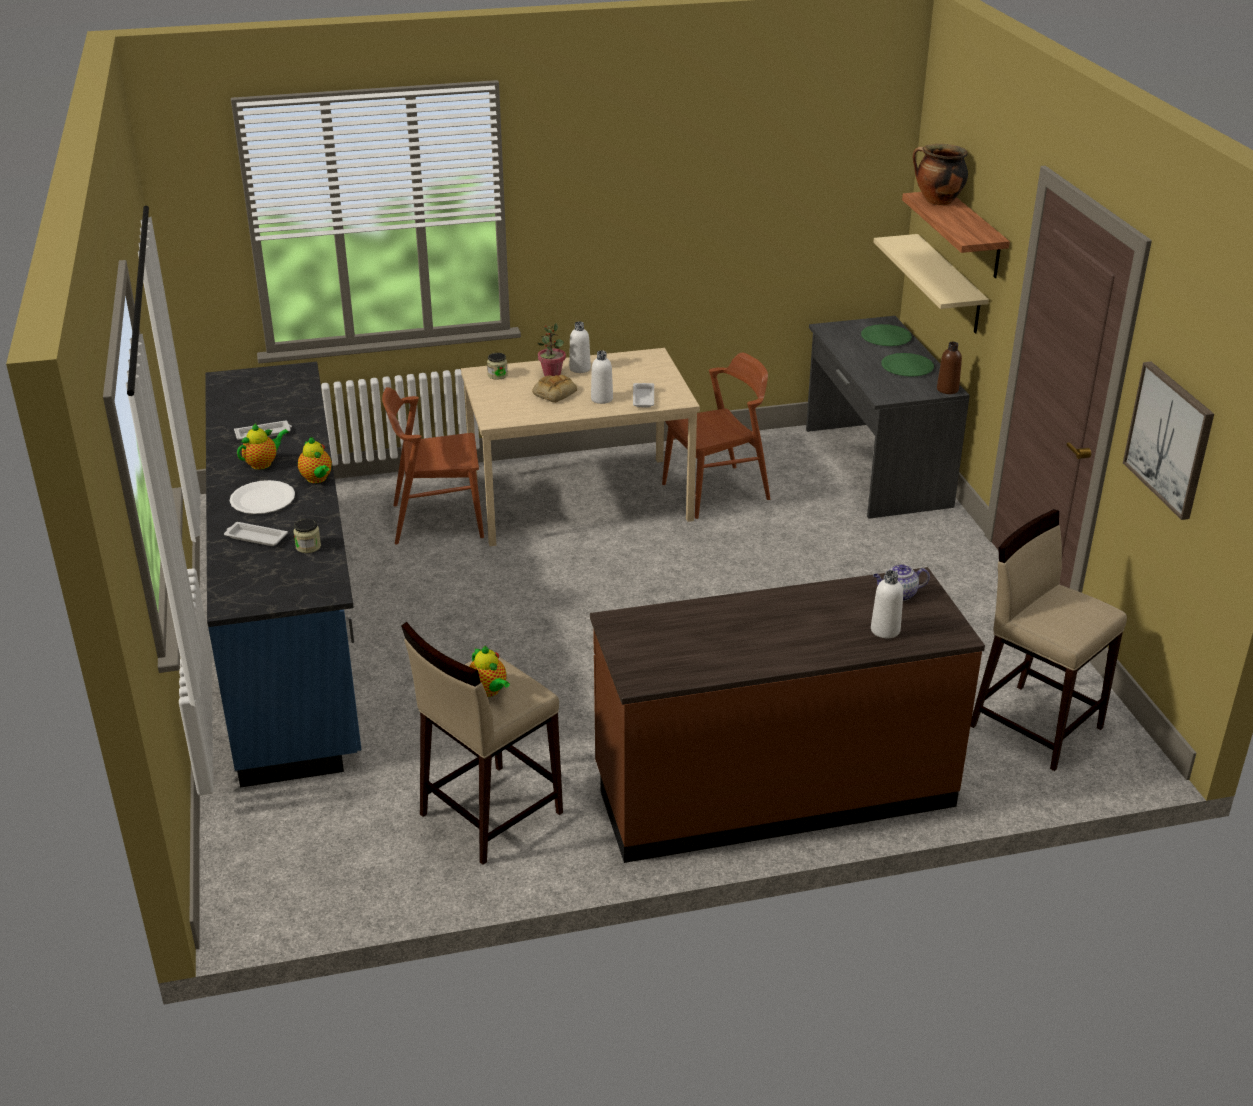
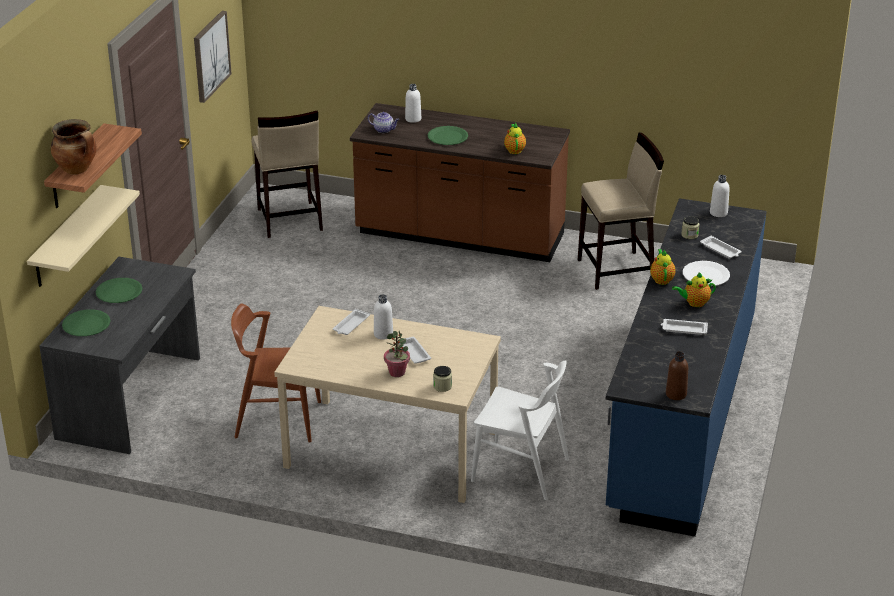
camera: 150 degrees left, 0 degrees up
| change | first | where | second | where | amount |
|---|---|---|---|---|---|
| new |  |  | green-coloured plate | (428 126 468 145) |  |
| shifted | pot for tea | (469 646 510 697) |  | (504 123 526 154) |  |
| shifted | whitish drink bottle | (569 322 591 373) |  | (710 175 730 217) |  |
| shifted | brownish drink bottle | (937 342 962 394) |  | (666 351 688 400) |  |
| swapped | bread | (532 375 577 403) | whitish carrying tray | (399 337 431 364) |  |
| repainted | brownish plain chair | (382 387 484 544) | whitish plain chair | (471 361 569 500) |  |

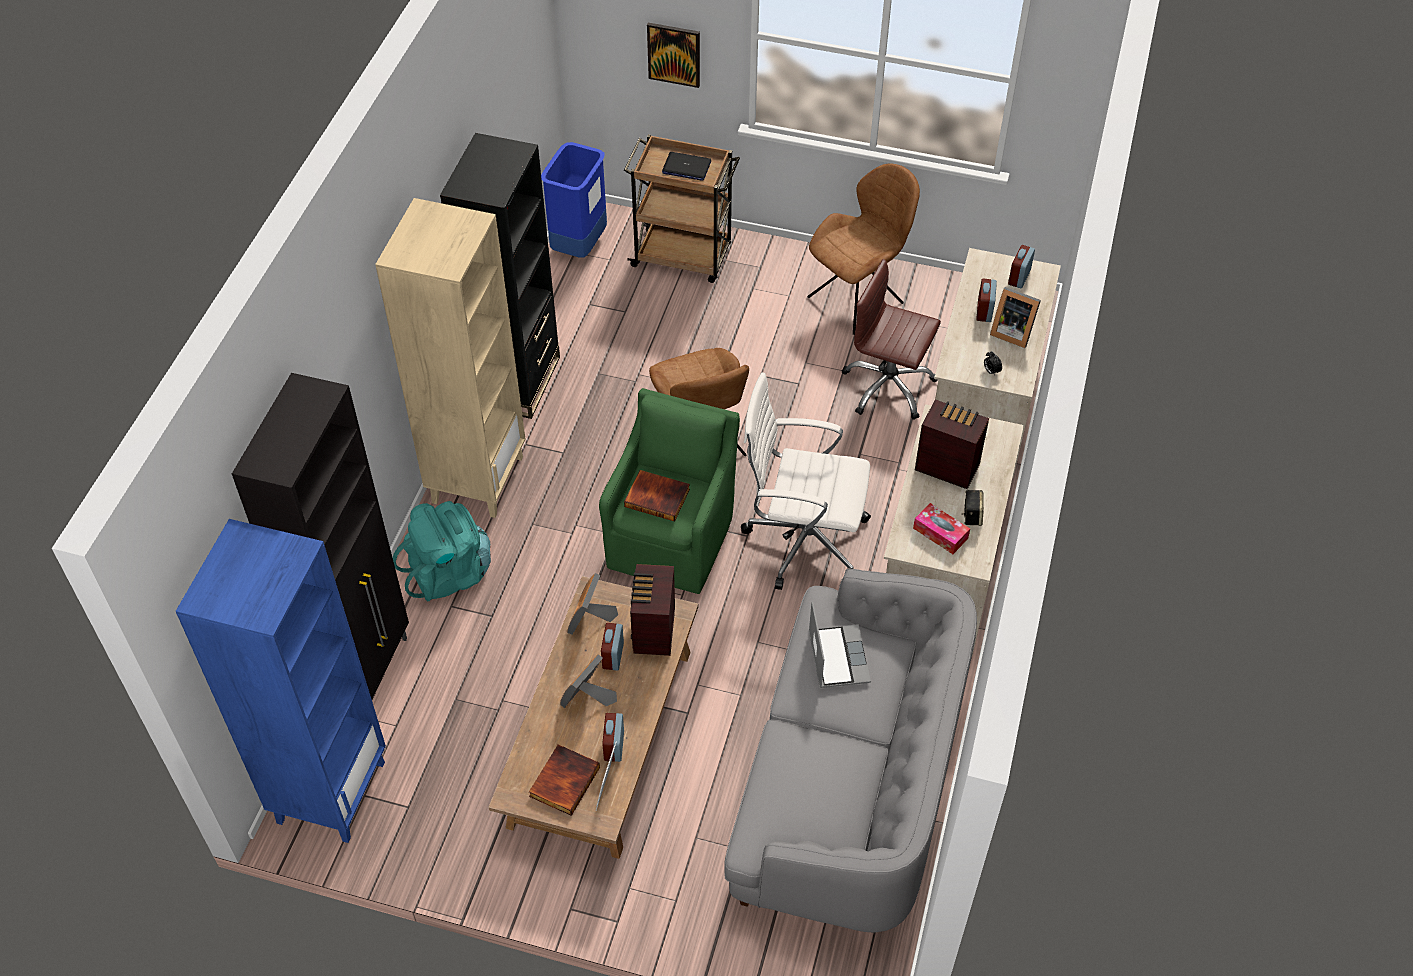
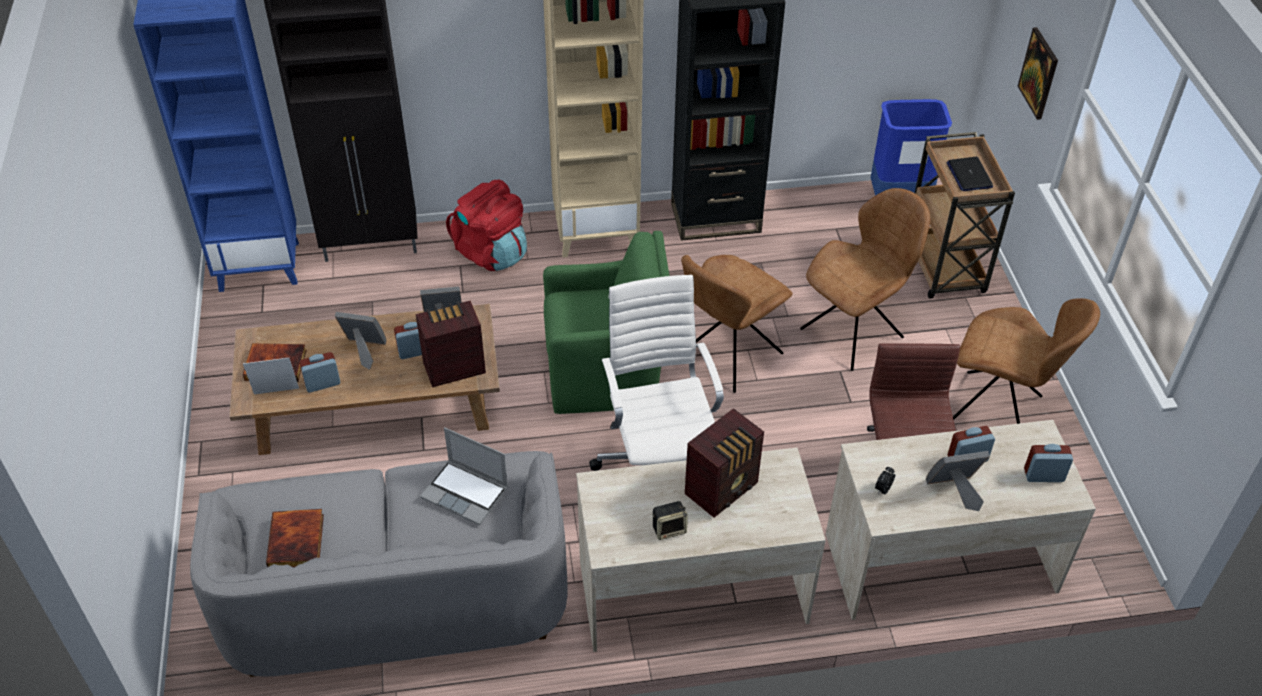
camera: 65 degrees right, 5 degrees down
| change | first | where | second | where | amount |
|---|---|---|---|---|---|
| gone | tissue box | (913 503 970 554) |  |  |  |
| new |  |  | brownish plain chair | (800 188 930 371) |  |
| shifted | bound book | (624 470 690 522) |  | (266 509 324 567) |  |
| repainted | turquoise knapsack | (393 501 491 601) | red knapsack | (446 180 527 271) |  |
| rotated | portable computer | (809 601 871 688) |  | (420 427 508 525) | 60 degrees clockwise |
| rotated | radio | (915 399 989 489) |  | (685 408 764 518) | 45 degrees clockwise |
| rotated | standing frame | (990 287 1041 348) |  | (926 451 990 511) | 75 degrees clockwise |

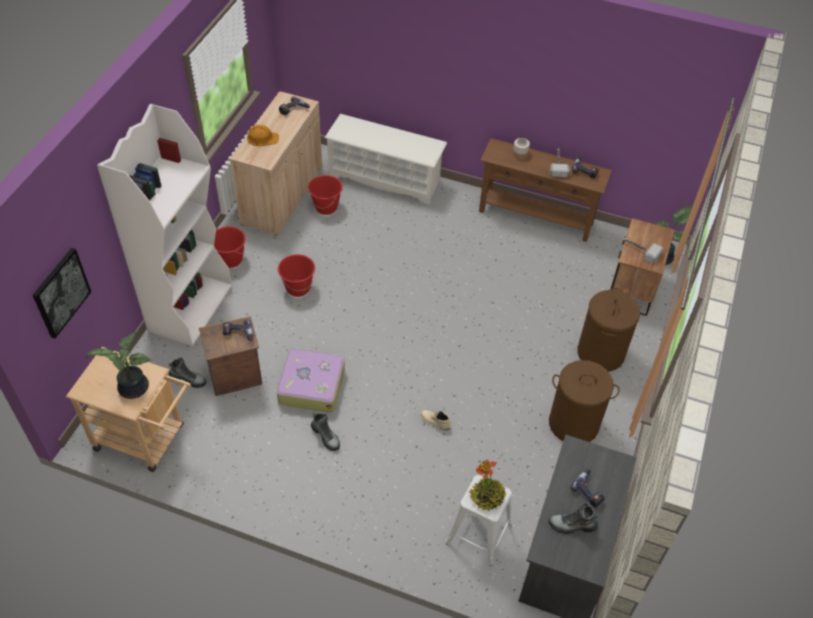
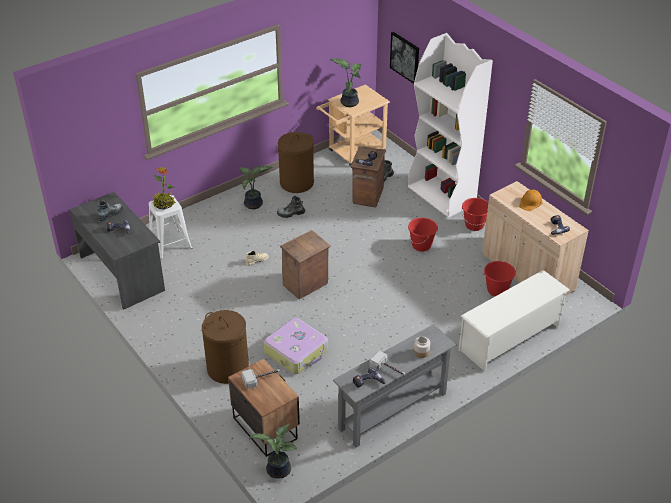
camera: 125 degrees right, 10 degrees down
| change | first | where | second | where | amount |
|---|---|---|---|---|---|
| new |  |  | plant in a pot | (239 166 273 209) |  |
| new |  |  | crate | (280 230 331 299) |  |
| shifted | piece of luggage | (277 348 345 413) |  | (263 318 328 374) |  |
| shifted | brownish washing basket | (549 360 620 442) |  | (278 132 314 193) |  |
| repainted | brownish console table | (479 138 612 242) | greyish console table | (333 324 456 448) |  |

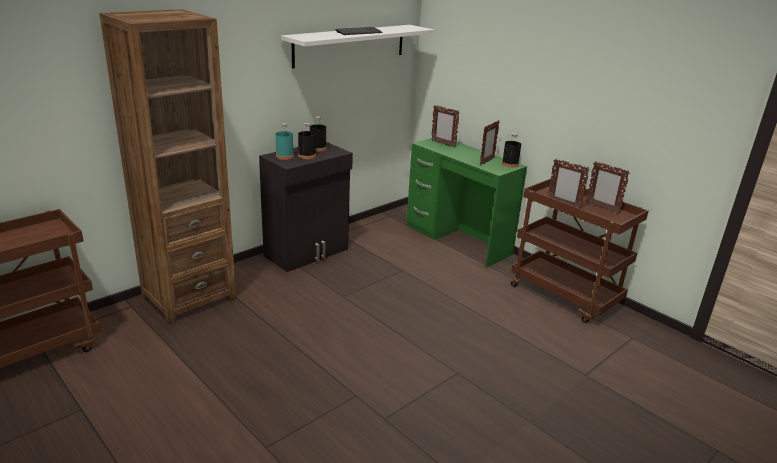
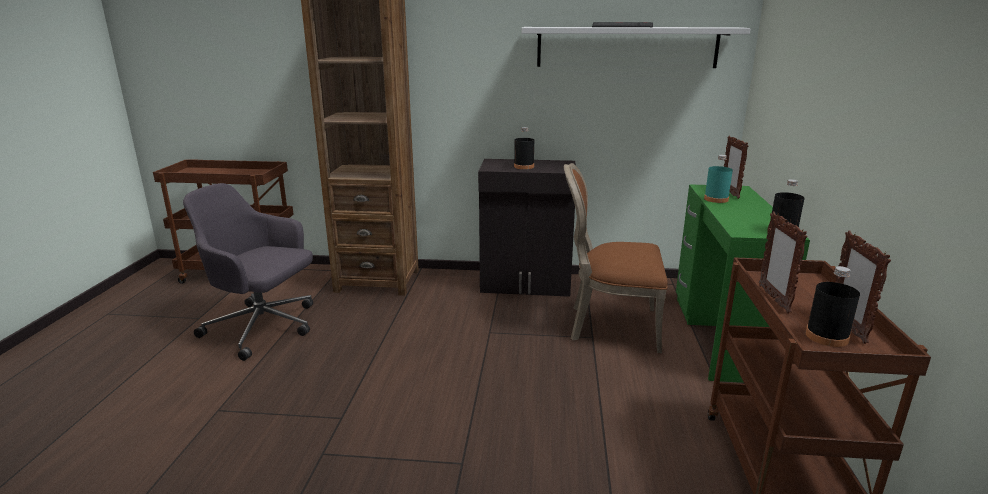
camera: 50 degrees right, 5 degrees down
| change | first | where | second | where | amount |
|---|---|---|---|---|---|
| gone | standing frame | (480 120 500 166) |  |  |  |
| new |  |  | greyish desk chair | (183 183 313 361) |  |
| new |  |  | brownish plain chair | (564 163 668 353) |  |
| shifted | turquoise drink bottle | (276 123 294 160) |  | (704 155 733 203) |  |
| shifted | black drink bottle | (310 116 326 151) |  | (805 266 860 347) |  |

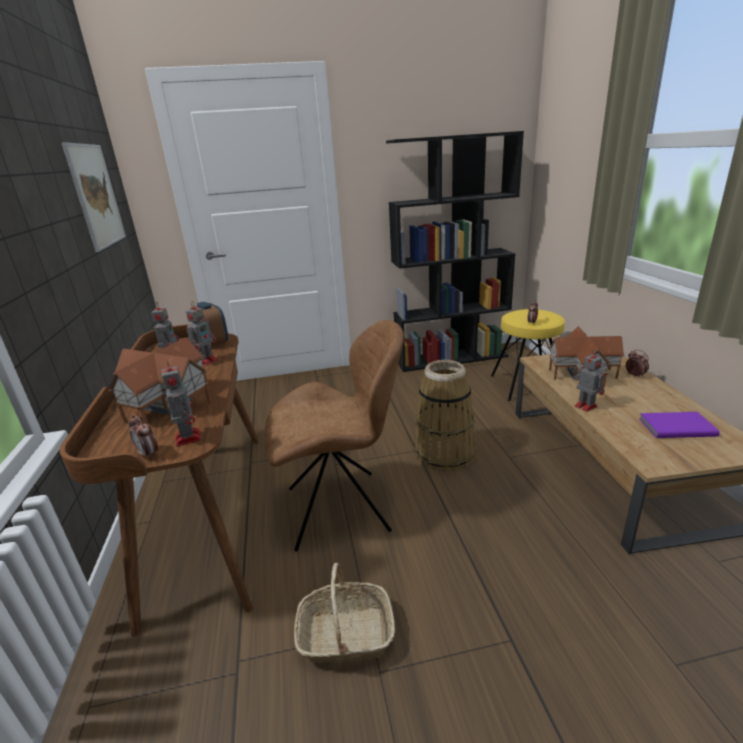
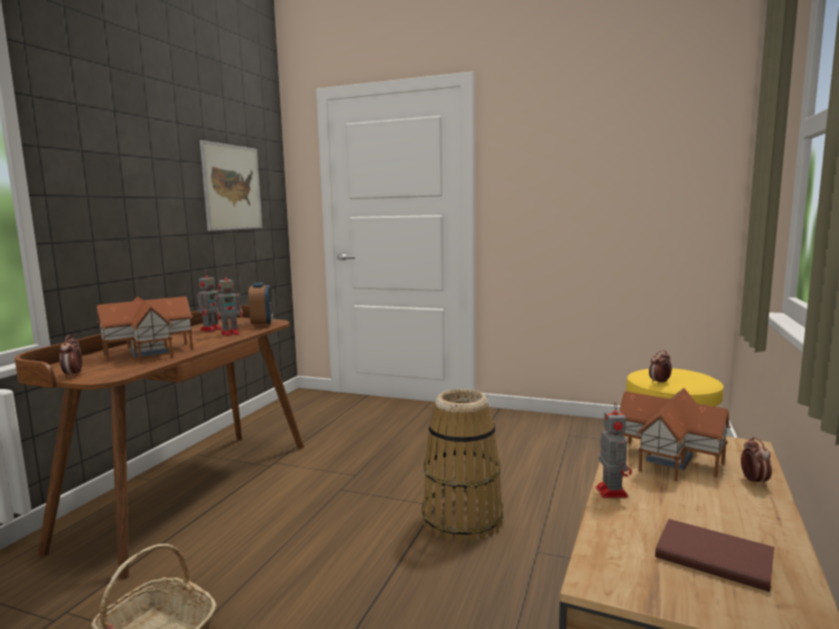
camera: 30 degrees right, 15 degrees down
| change | first | where | second | where | amount |
|---|---|---|---|---|---|
| gone | model robot | (162 361 202 446) |  |  |  |
| gone | brownish plain chair | (265 320 404 552) |  |  |  |
| gone | black shelving unit | (386 131 524 372) |  |  |  |
| repainted | purple bound book | (639 412 720 438) | brownish bound book | (655 519 774 592) |  |

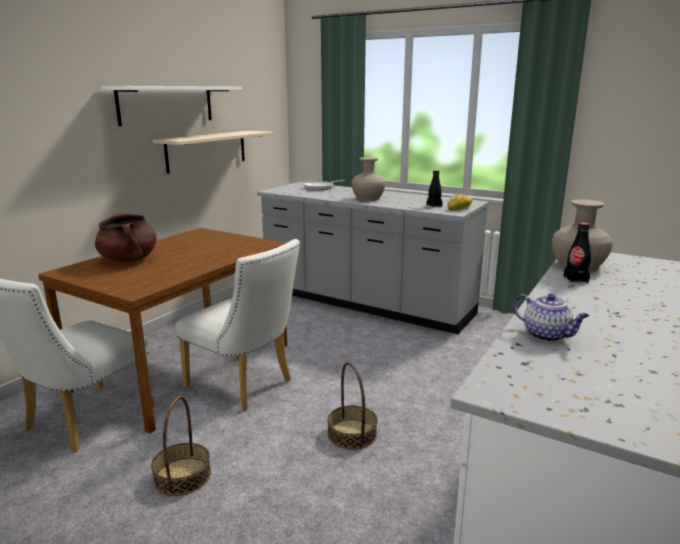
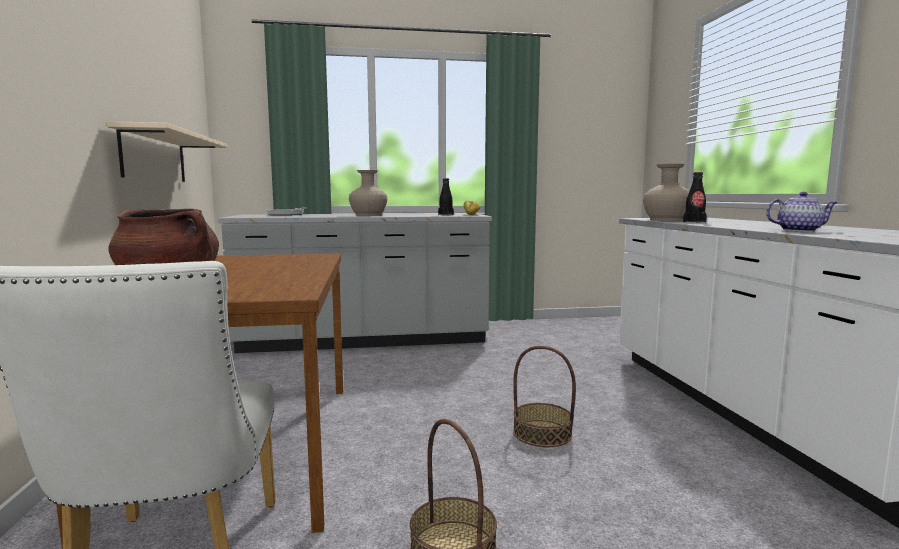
camera: 40 degrees left, 10 degrees down
| change | first | where | second | where | amount |
|---|---|---|---|---|---|
| gone | whitish bracket shelf | (101 86 242 126) |  |  |  |
| gone | whitish plain chair | (175 239 300 411) |  |  |  |

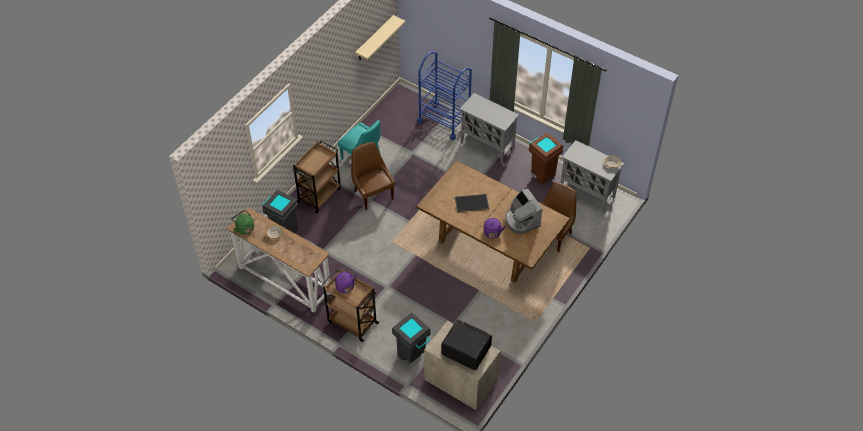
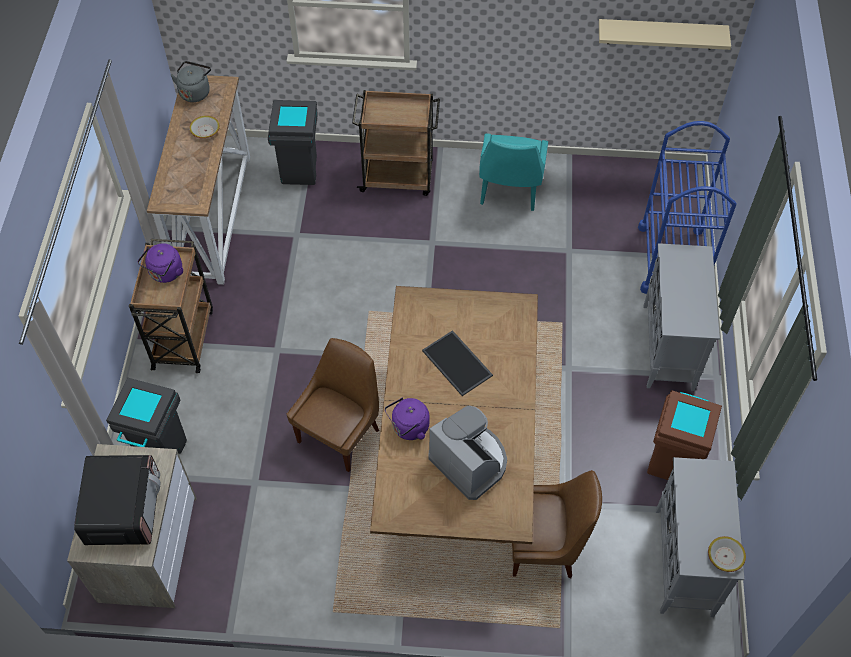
camera: 60 degrees right, 5 degrees up
| change | first | where | second | where | amount |
|---|---|---|---|---|---|
| shifted | brownish plain chair | (351 142 395 210) |  | (287 338 379 472) |  |
| repainted | green-coloured kettle | (231 210 254 234) | greyish kettle | (170 61 211 102) |  |
| rotated | coffee machine | (505 189 542 234) |  | (428 406 507 500) | 105 degrees clockwise |

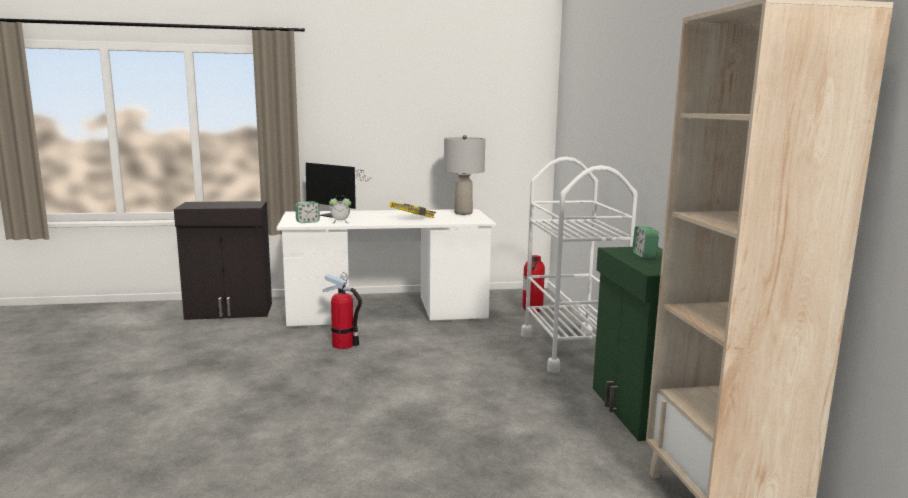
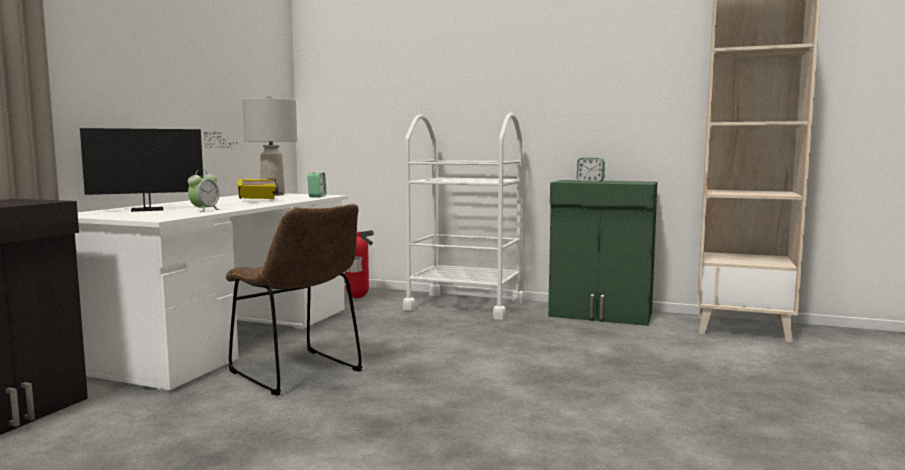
camera: 60 degrees left, 5 degrees down
| change | first | where | second | where | amount |
|---|---|---|---|---|---|
| shifted | bedside clock | (295 201 320 223) |  | (307 172 326 197) |  |
| swapped | fire extinguisher | (323 272 362 349) | brownish plain chair | (225 203 363 396) |  |

